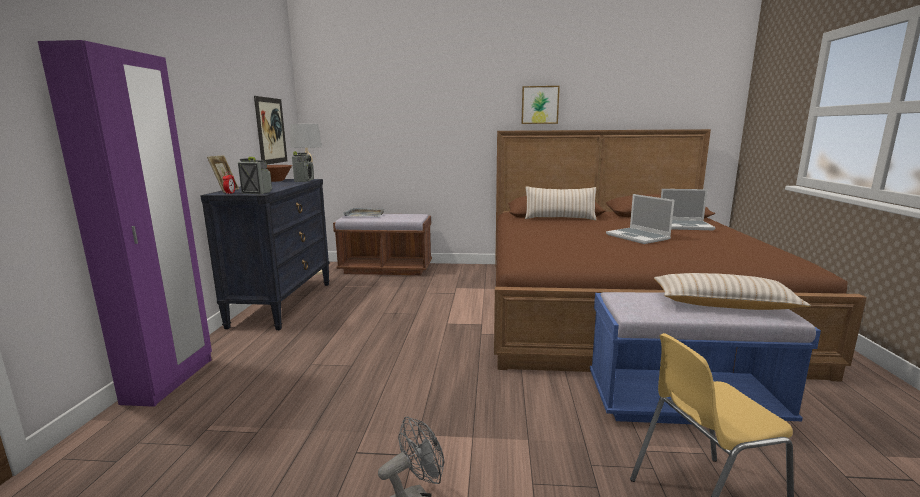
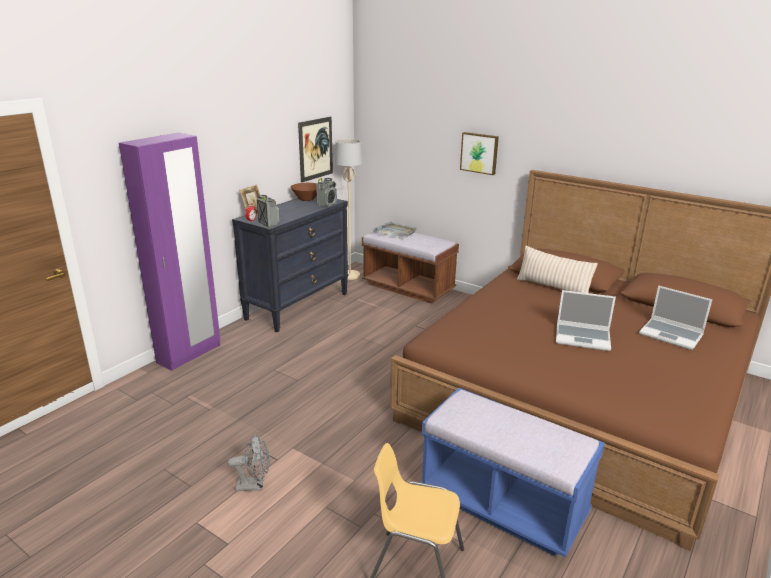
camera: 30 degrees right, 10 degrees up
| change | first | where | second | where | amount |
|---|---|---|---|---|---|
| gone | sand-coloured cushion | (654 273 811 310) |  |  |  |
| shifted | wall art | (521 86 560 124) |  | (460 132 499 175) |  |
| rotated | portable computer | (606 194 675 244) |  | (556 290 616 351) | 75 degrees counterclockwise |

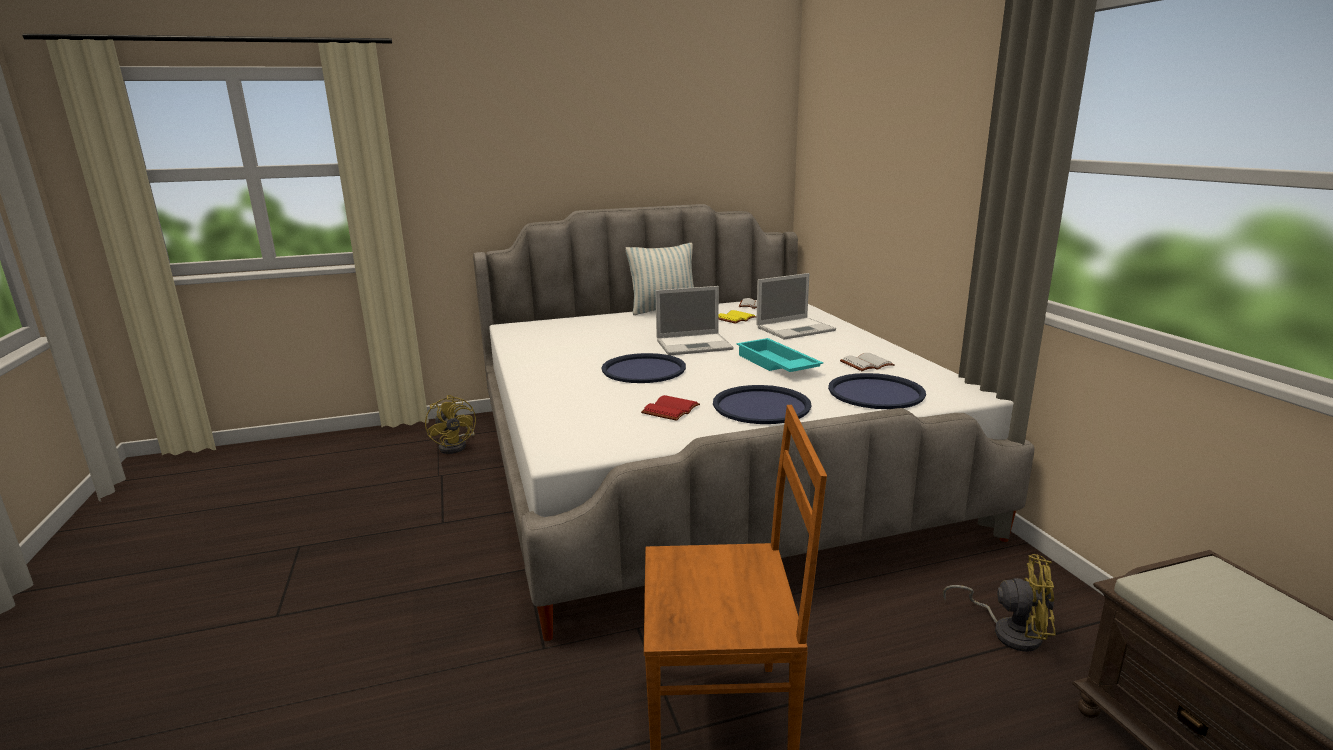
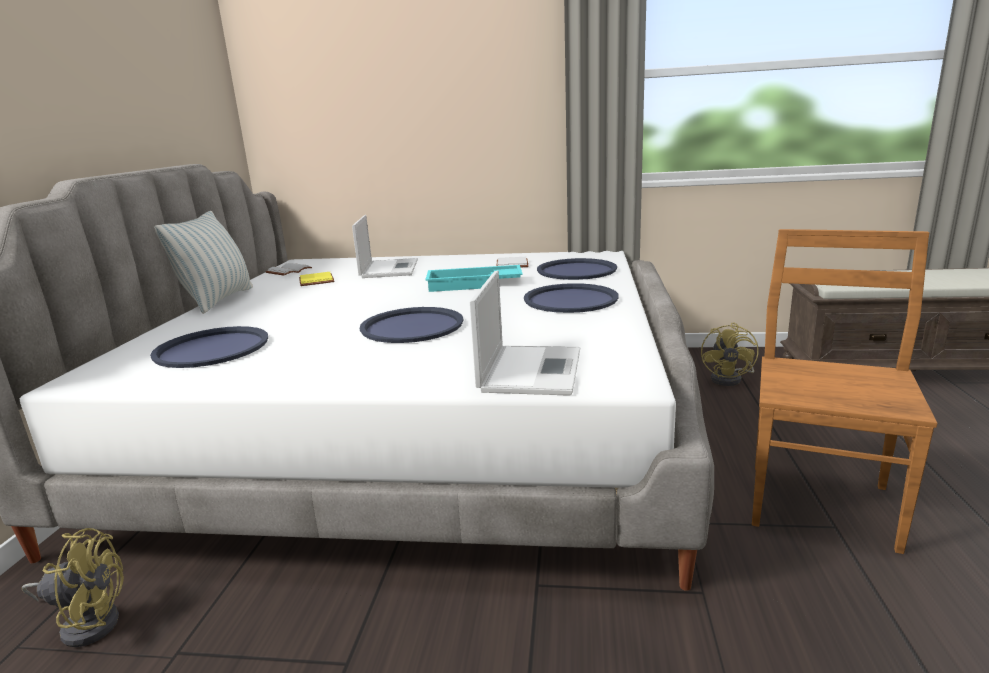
camera: 65 degrees left, 0 degrees up
| change | first | where | second | where | amount |
|---|---|---|---|---|---|
| gone | red bound book | (641 395 700 421) |  |  |  |
| new |  |  | bluish carrying tray | (150 326 268 368) |  |
| shifted | portable computer | (655 286 734 355) |  | (470 270 580 396) |  |
| rotated | yellow cooling fan | (943 554 1056 652) |  | (701 323 758 386) | 150 degrees clockwise |

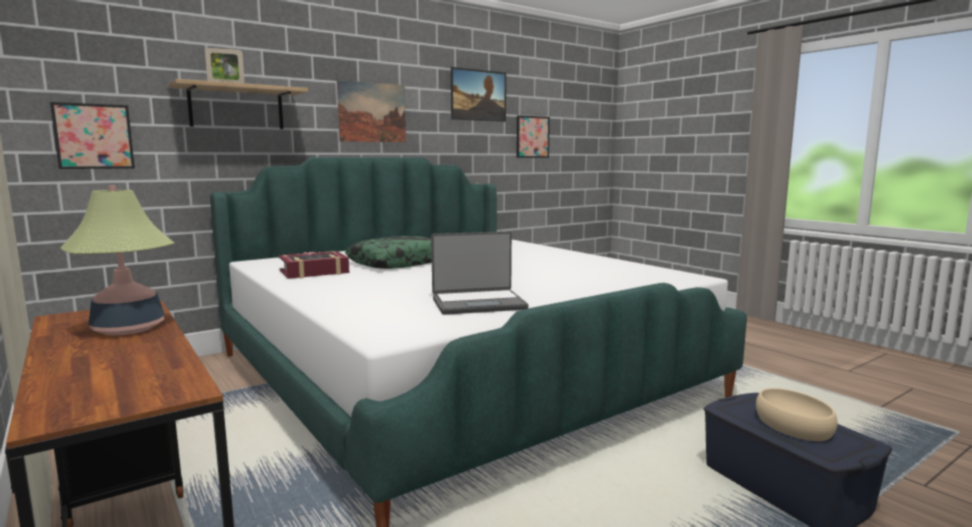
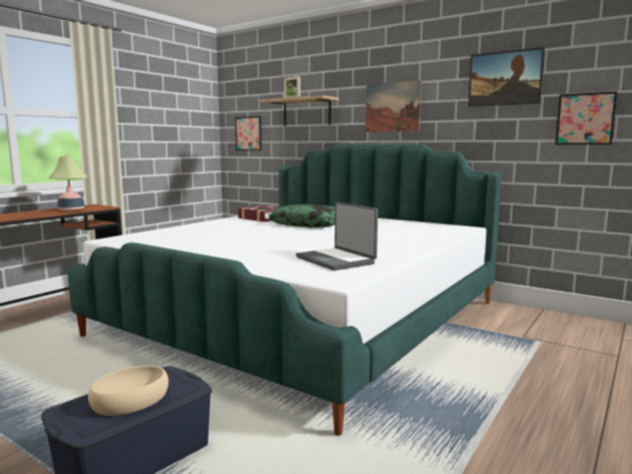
camera: 70 degrees right, 0 degrees up
| change | first | where | second | where | amount |
|---|---|---|---|---|---|
| shifted | portable computer | (431 231 528 315) |  | (296 202 378 271) |  |

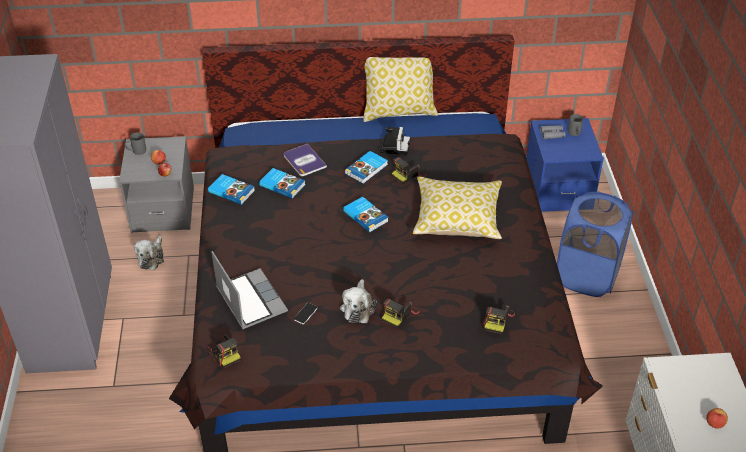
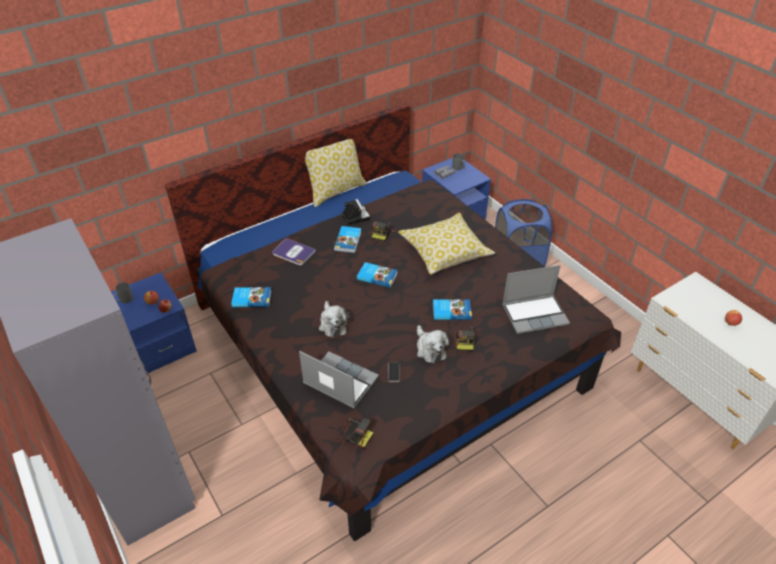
camera: 30 degrees left, 0 degrees up
| change | first | where | second | where | amount |
|---|---|---|---|---|---|
| shifted | soft toy | (134 236 164 270) |  | (319 301 350 338) |  |
| shifted | bound book | (259 168 305 199) |  | (433 299 472 320) |  |
| swapped | photo camera | (483 306 515 334) | portable computer | (502 265 570 334) |  |
| repainted | greyish bedside table | (119 136 194 233) | bluish bedside table | (111 272 197 373) |  |

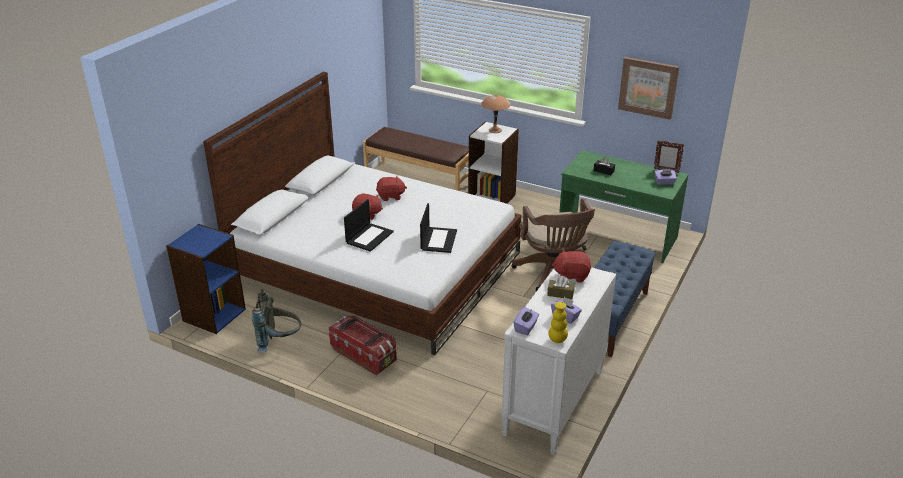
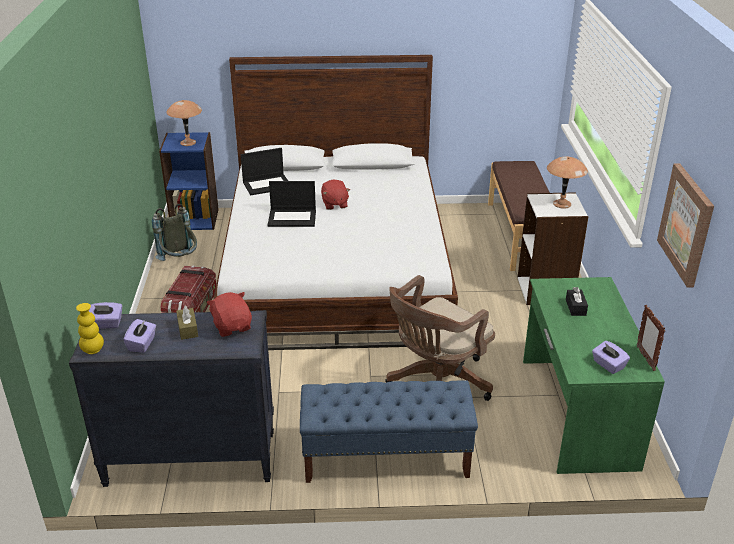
camera: 60 degrees right, 0 degrees up
| change | first | where | second | where | amount |
|---|---|---|---|---|---|
| gone | red soft toy | (376 176 407 201) |  |  |  |
| new |  |  | brownish lamp for a table | (166 100 202 146) |  |
| shifted | portable computer | (420 203 457 253) |  | (241 148 288 195) |  |
| repainted | whitish chest of drawers | (501 268 616 455) | black chest of drawers | (69 310 274 487) |  |

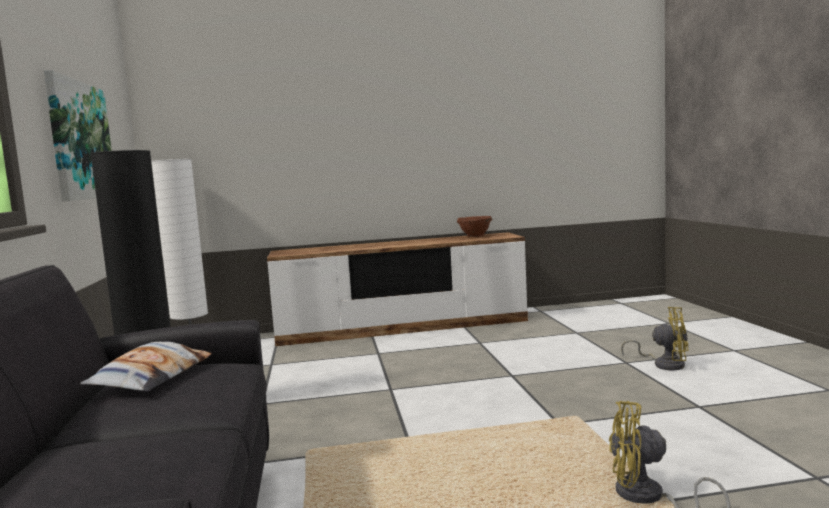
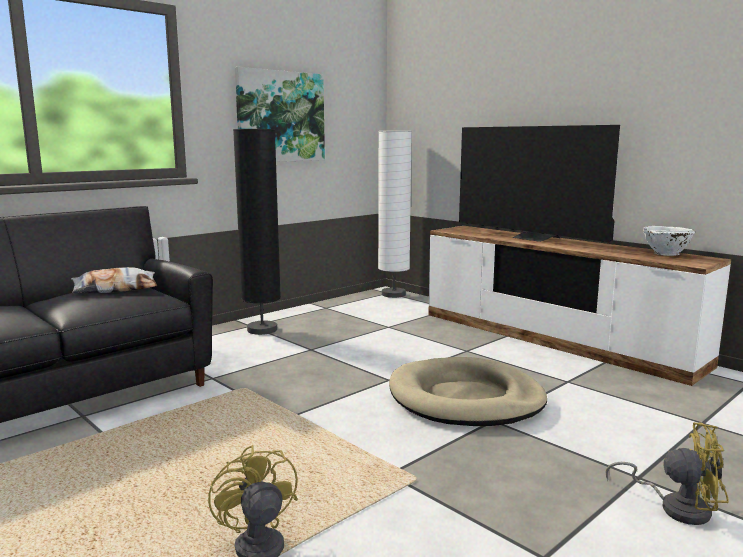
camera: 55 degrees right, 5 degrees up
| change | first | where | second | where | amount |
|---|---|---|---|---|---|
| new |  |  | sand-coloured dog bed | (389 357 547 426) |  |
| new |  |  | television | (459 125 620 242) |  |
| repainted | brownish bowl | (457 216 492 237) | whitish bowl | (643 226 695 256) |  |
| rotated | yellow cooling fan | (621 307 688 370) |  | (606 422 729 525) | 60 degrees counterclockwise |

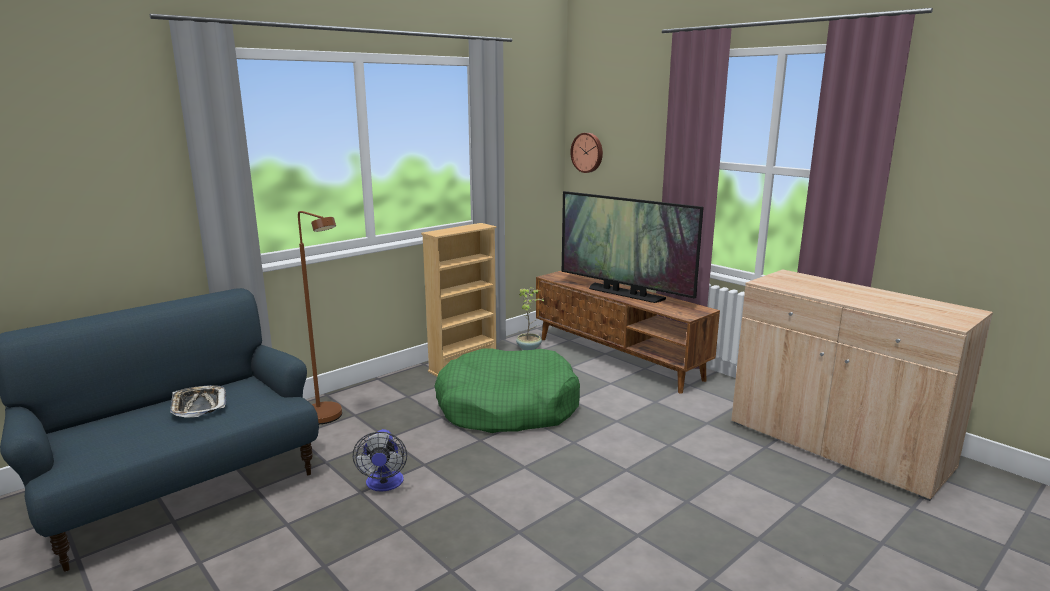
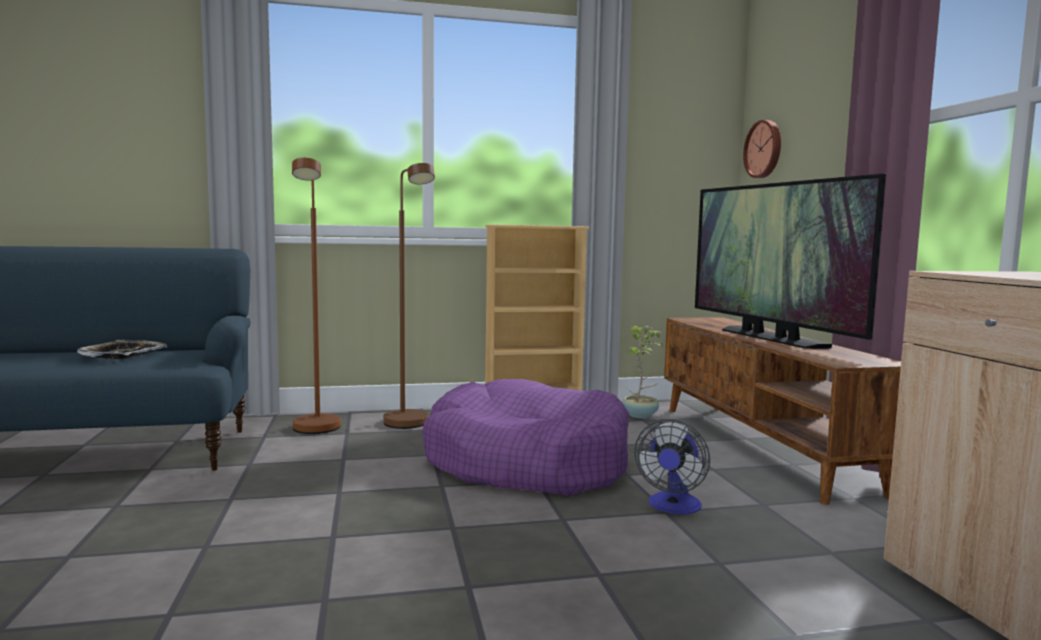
camera: 30 degrees right, 10 degrees down
| change | first | where | second | where | amount |
|---|---|---|---|---|---|
| new |  |  | brownish floor lamp | (383 163 435 429) |  |
| shifted | cooling fan | (353 429 407 491) |  | (634 419 710 514) |  |
| repainted | green-coloured dog bed | (434 348 580 433) | purple dog bed | (422 379 629 496) |  |

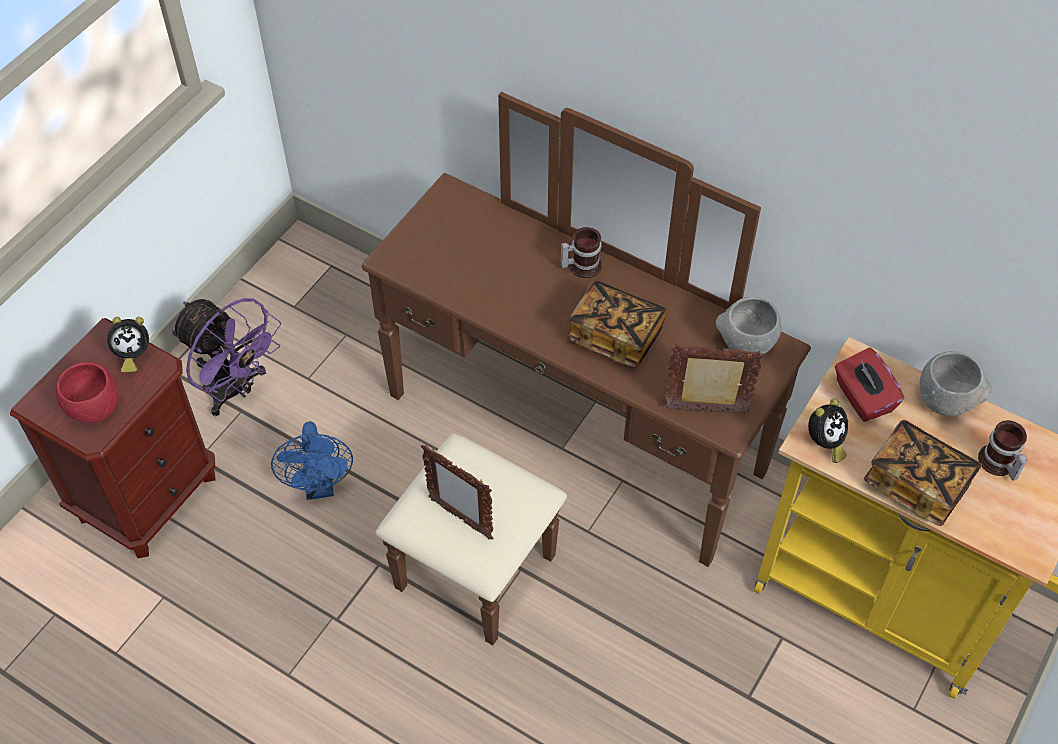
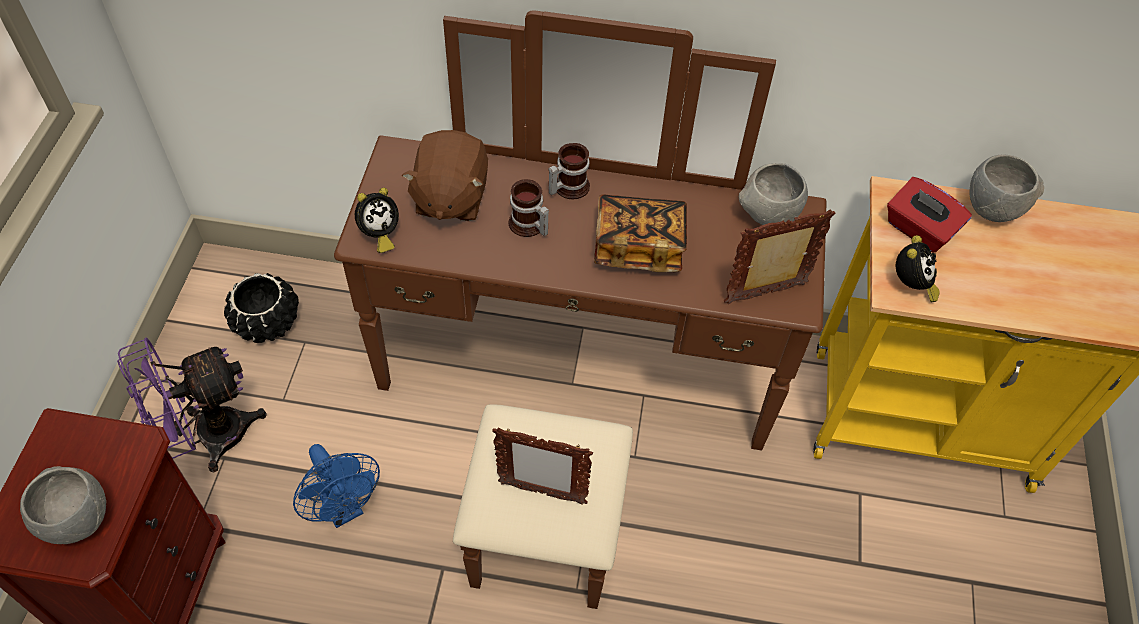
camera: 25 degrees left, 0 degrees up
| change | first | where | second | where | amount |
|---|---|---|---|---|---|
| gone | bound book | (864 420 982 526) |  |  |  |
| new |  |  | black plant pot | (224 273 299 343) |  |
| new |  |  | brownish soft toy | (402 130 488 221) |  |
| shifted | bedside clock | (107 317 149 372) |  | (355 188 399 253) |  |
| shifted | coffee mug | (978 420 1028 481) |  | (509 179 549 237) |  |
| repainted | red bowl | (56 361 119 423) | greyish bowl | (20 466 106 544) |  |
| rotated | purple cooling fan | (171 298 281 416) |  | (117 337 267 472) | 135 degrees clockwise |

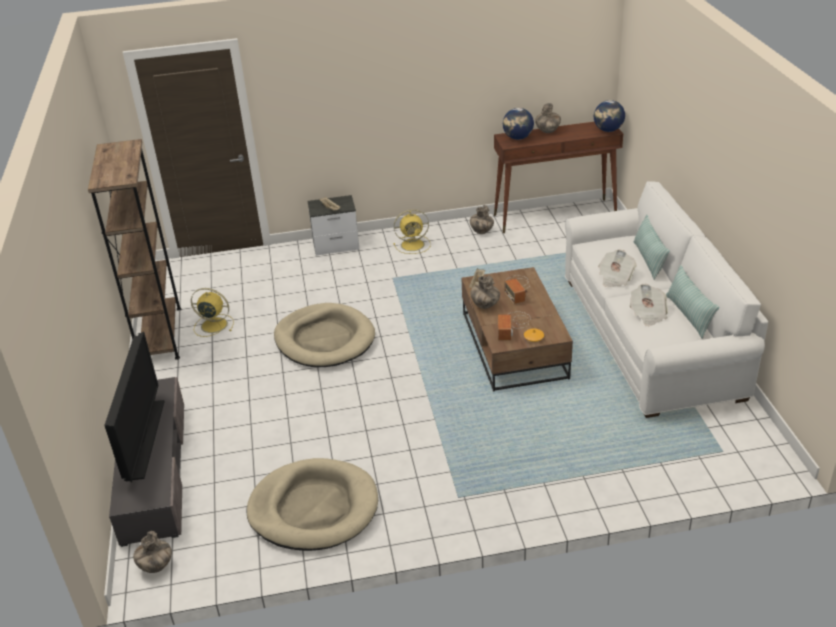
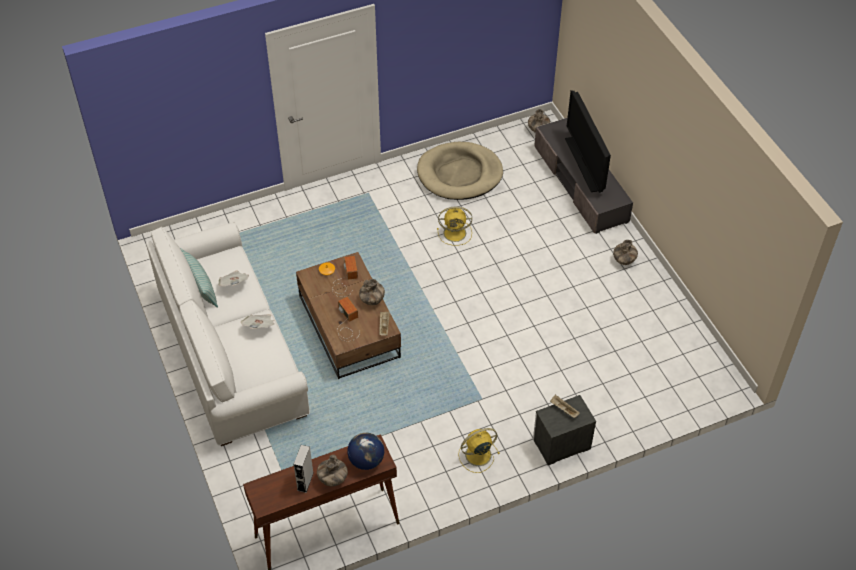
camera: 165 degrees right, 15 degrees up
| change | first | where | second | where | amount |
|---|---|---|---|---|---|
| gone | brownish shelving unit | (88 139 181 360) |  |  |  |
| gone | sand-coloured dog bed | (274 303 375 367) |  |  |  |
| gone | world globe | (594 100 625 132) |  |  |  |
| gone | cushion | (634 215 670 280) |  |  |  |
| new |  |  | greyish loudspeaker | (294 445 313 493) |  |
| shifted | yellow cooling fan | (191 288 234 337) |  | (437 206 472 245) |  |
| shifted | flower vase | (470 205 494 234) |  | (613 240 638 265) |  |

